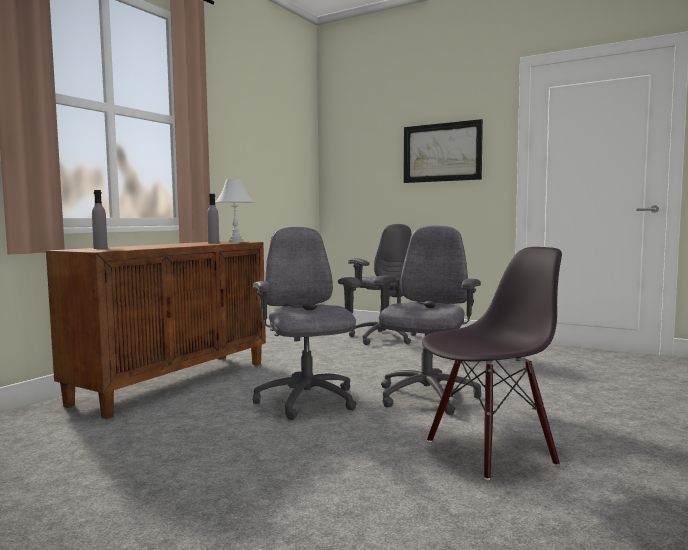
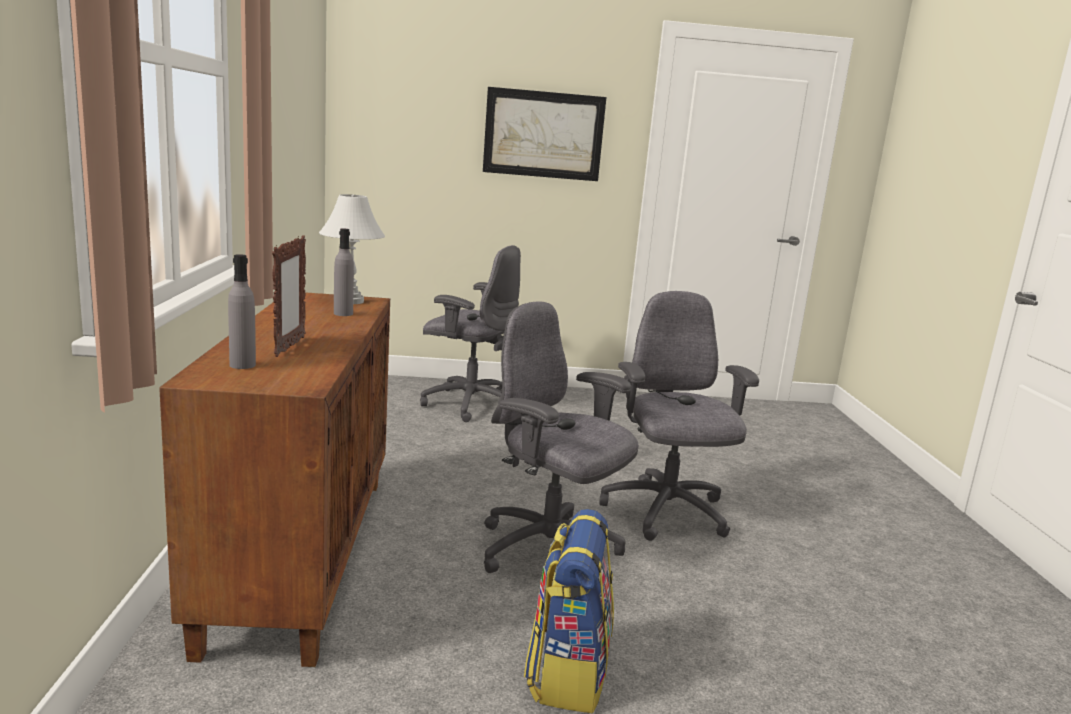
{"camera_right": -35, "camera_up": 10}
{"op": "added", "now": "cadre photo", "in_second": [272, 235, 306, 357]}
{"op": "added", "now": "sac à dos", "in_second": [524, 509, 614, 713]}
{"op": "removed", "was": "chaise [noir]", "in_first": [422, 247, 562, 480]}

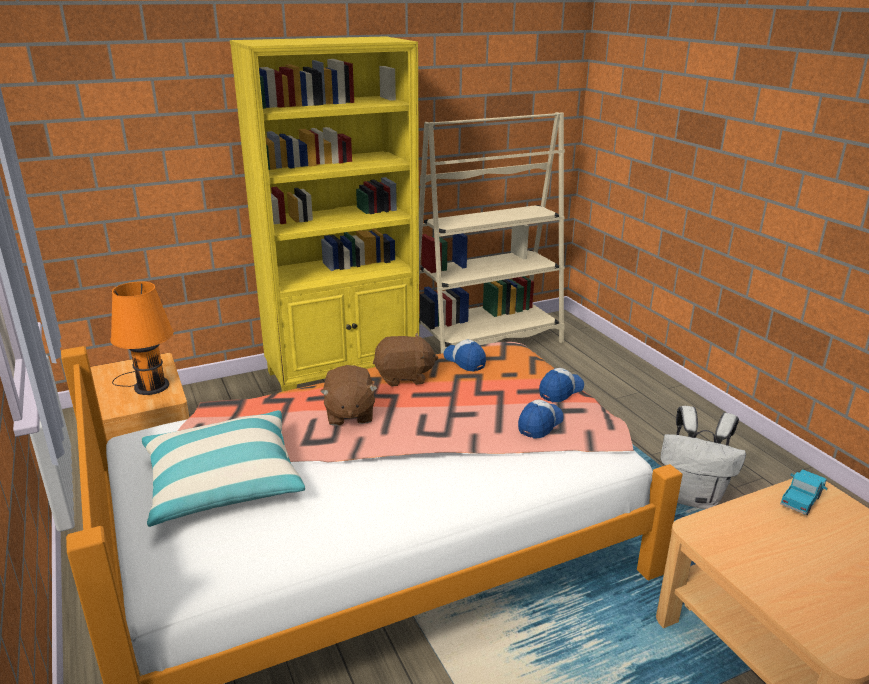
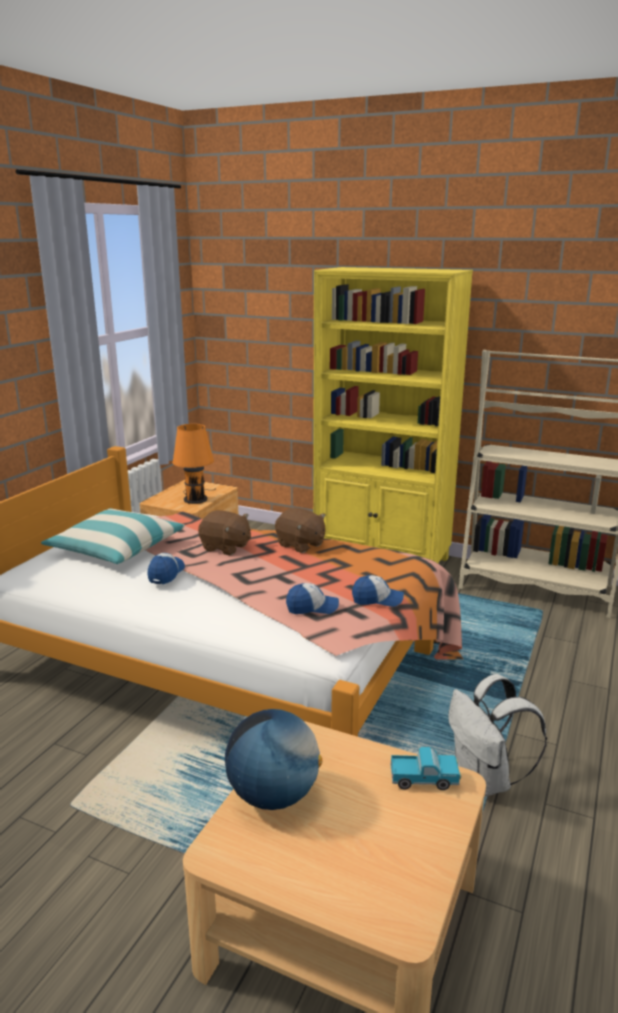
{"camera_right": 50, "camera_up": -5}
{"op": "moved", "was": "casquette", "in_first": [444, 339, 486, 372], "in_second": [147, 553, 185, 584]}
{"op": "turned", "was": "peluche [marron]", "in_first": [320, 365, 377, 426], "in_second": [198, 510, 251, 555], "clockwise": -105}
{"op": "added", "now": "globe", "in_second": [225, 709, 322, 810]}

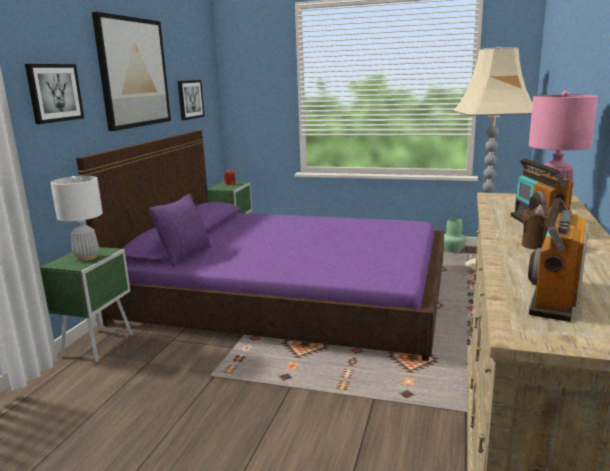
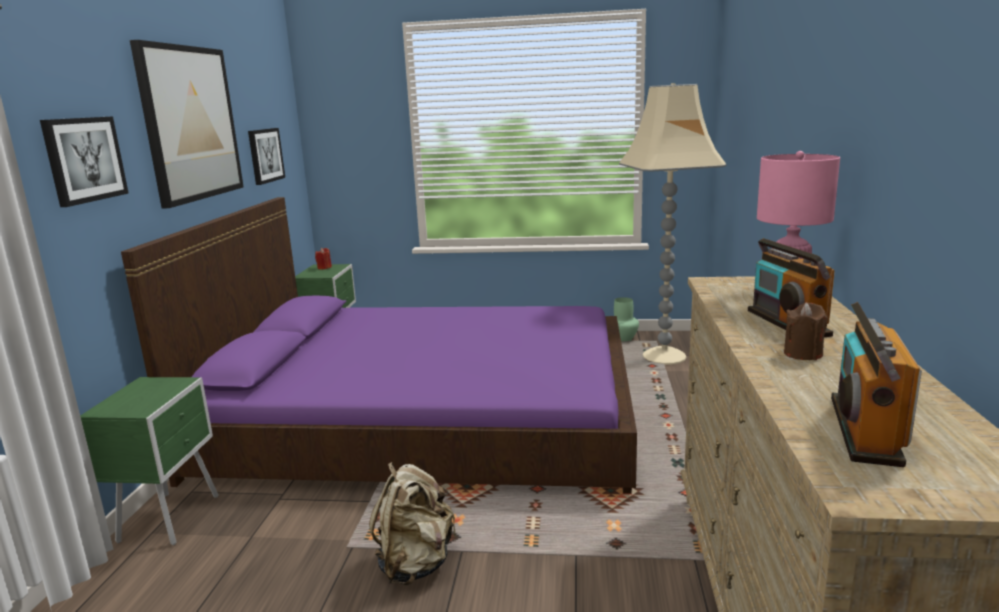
{"camera_right": -10, "camera_up": 0}
{"op": "added", "now": "sac à dos [beige]", "in_second": [369, 462, 457, 585]}
{"op": "removed", "was": "lampe de table [blanc]", "in_first": [50, 176, 103, 261]}
{"op": "removed", "was": "coussin [violet]", "in_first": [149, 194, 211, 267]}

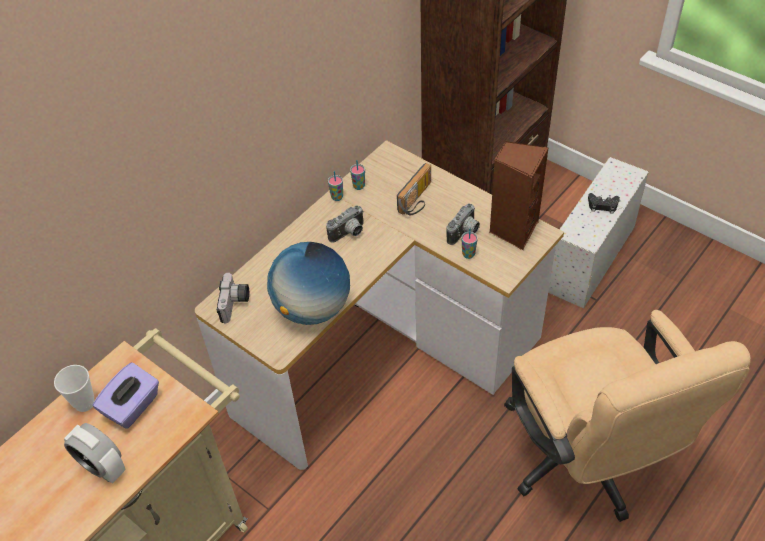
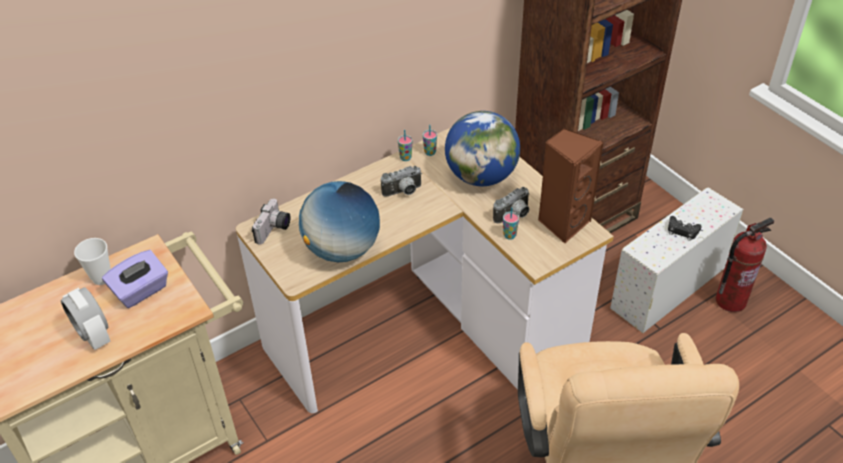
{"camera_right": 15, "camera_up": -5}
{"op": "replaced", "was": "radio", "now": "globe", "in_first": [397, 163, 431, 215], "in_second": [445, 111, 520, 186]}
{"op": "added", "now": "extincteur", "in_second": [716, 218, 774, 312]}

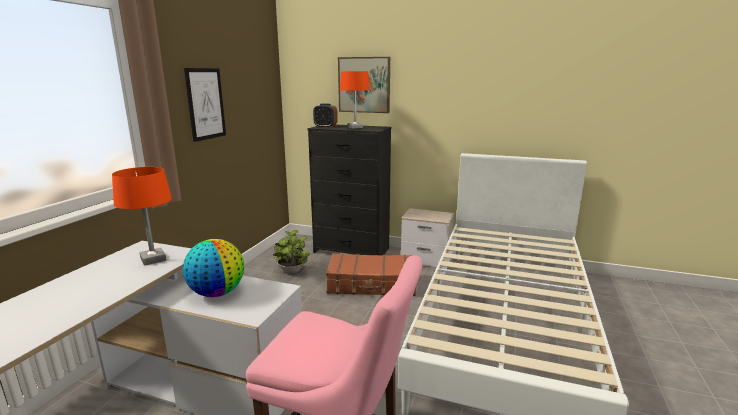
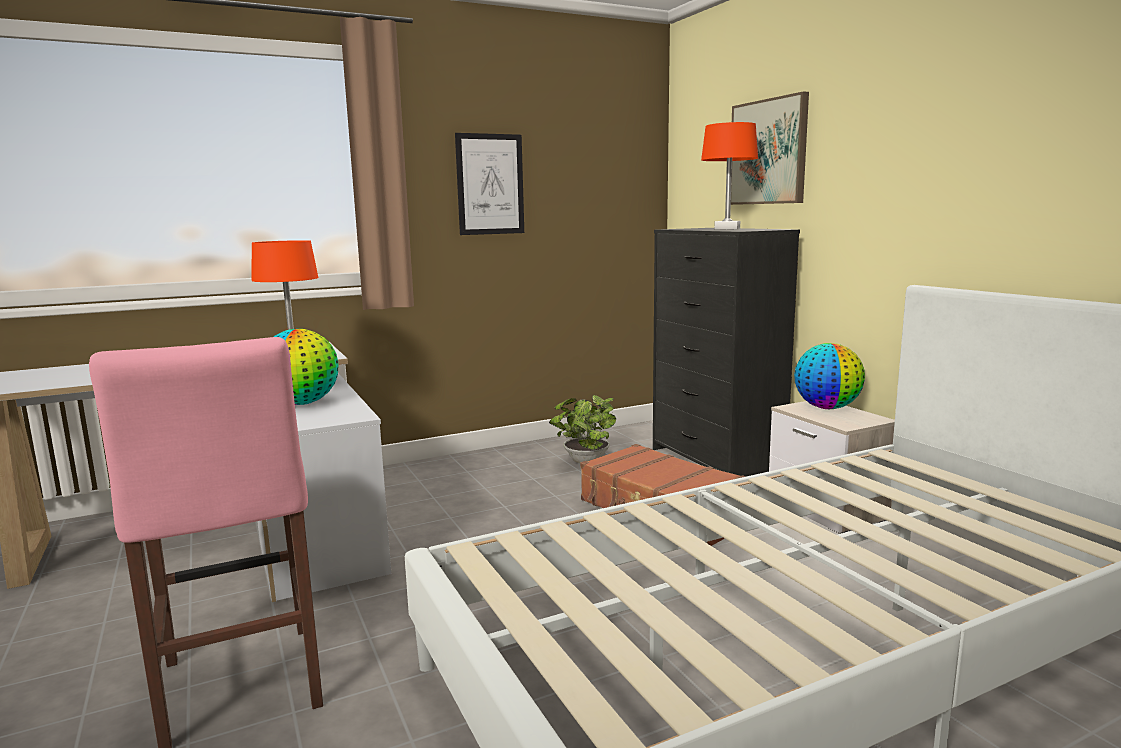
{"camera_right": 45, "camera_up": -5}
{"op": "added", "now": "globe", "in_second": [794, 343, 865, 409]}
{"op": "removed", "was": "réveil", "in_first": [313, 103, 338, 128]}

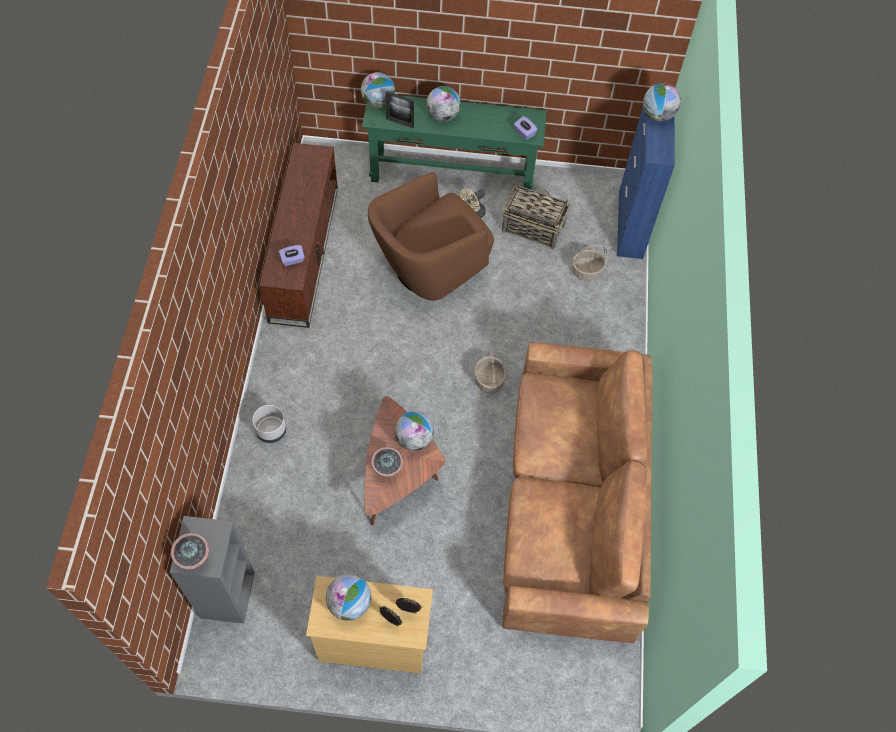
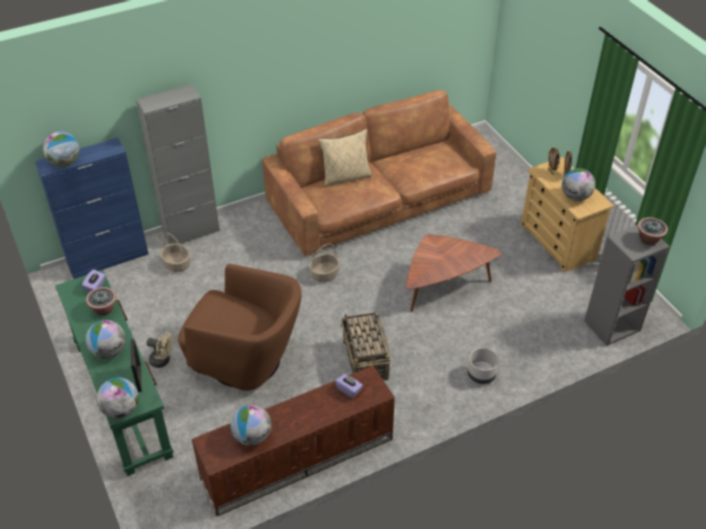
{"camera_right": -120, "camera_up": -15}
{"op": "moved", "was": "plante en pot", "in_first": [371, 447, 403, 477], "in_second": [86, 287, 116, 316]}
{"op": "added", "now": "meuble de rangement [gris]", "in_second": [136, 84, 220, 244]}
{"op": "moved", "was": "globe", "in_first": [394, 411, 434, 451], "in_second": [230, 405, 271, 446]}
{"op": "added", "now": "coussin [beige]", "in_second": [318, 129, 372, 186]}
{"op": "moved", "was": "panier", "in_first": [502, 182, 570, 250], "in_second": [341, 312, 391, 380]}

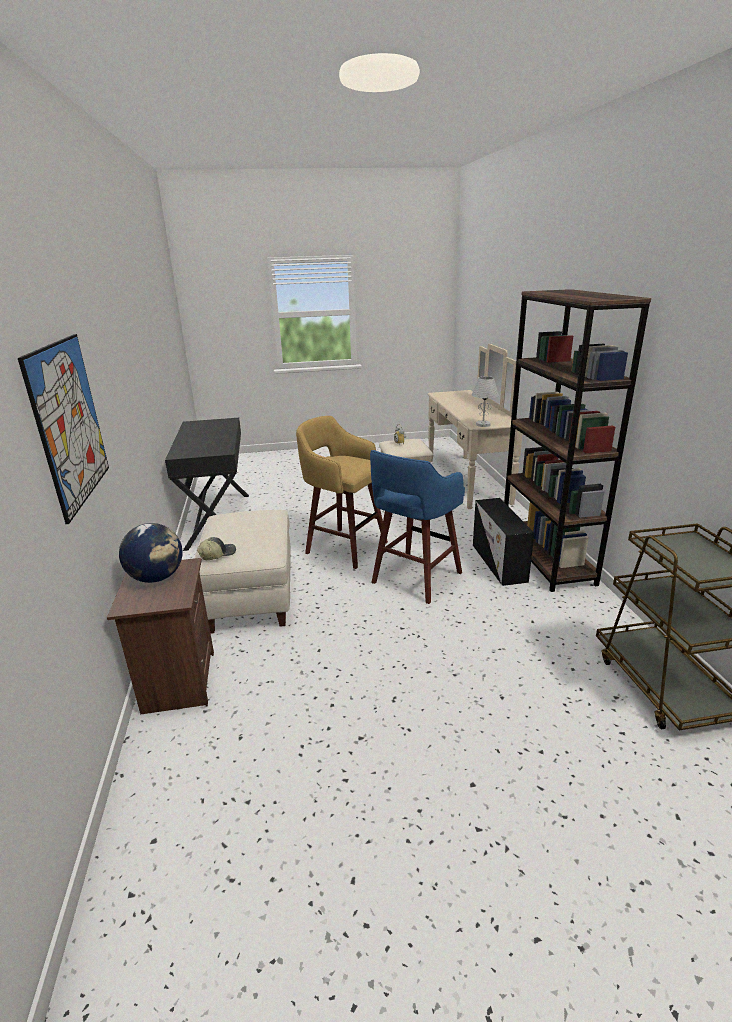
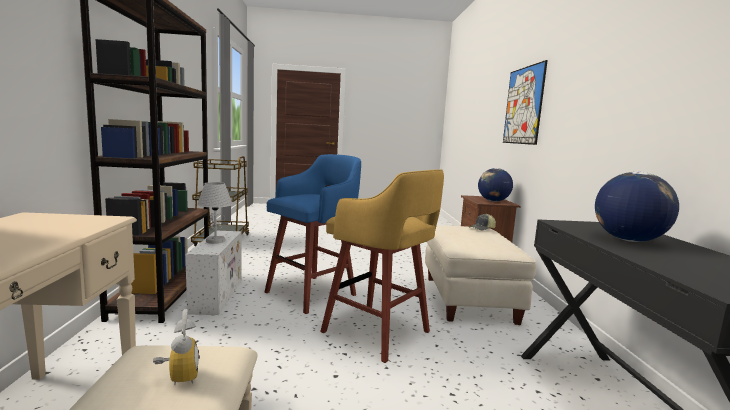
{"camera_right": -175, "camera_up": -15}
{"op": "recoloured", "was": "boîte de rangement [noir]", "now": "boîte de rangement [blanc]", "in_first": [473, 498, 534, 586], "in_second": [185, 231, 242, 315]}
{"op": "moved", "was": "lampe de table [blanc]", "in_first": [472, 376, 499, 427], "in_second": [197, 182, 233, 244]}
{"op": "added", "now": "globe", "in_second": [595, 172, 679, 242]}

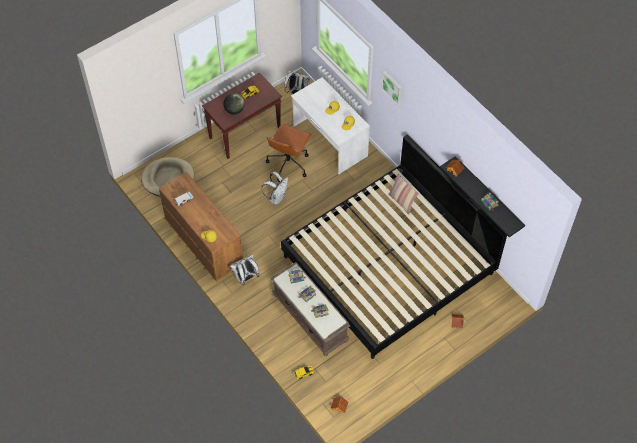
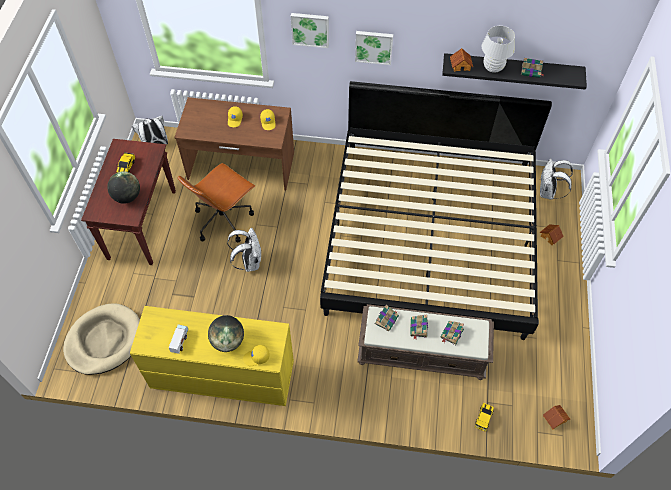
{"camera_right": -45, "camera_up": 0}
{"op": "recoloured", "was": "commode [marron]", "now": "commode [jaune]", "in_first": [159, 171, 243, 282], "in_second": [130, 306, 294, 406]}
{"op": "recoloured", "was": "bureau [blanc]", "now": "bureau [marron]", "in_first": [291, 77, 370, 174], "in_second": [174, 97, 294, 191]}
{"op": "turned", "was": "chaise de bureau [marron]", "in_first": [266, 123, 312, 182], "in_second": [178, 163, 255, 242], "clockwise": 60}
{"op": "added", "now": "globe", "in_second": [208, 315, 244, 352]}
{"op": "added", "now": "tableau", "in_second": [355, 31, 393, 65]}
{"op": "added", "now": "lampe de table [blanc]", "in_second": [482, 26, 515, 73]}
{"op": "moved", "was": "sac à dos [blanc]", "in_first": [230, 255, 259, 285], "in_second": [540, 159, 573, 200]}
{"op": "removed", "was": "coussin", "in_first": [388, 173, 419, 215]}

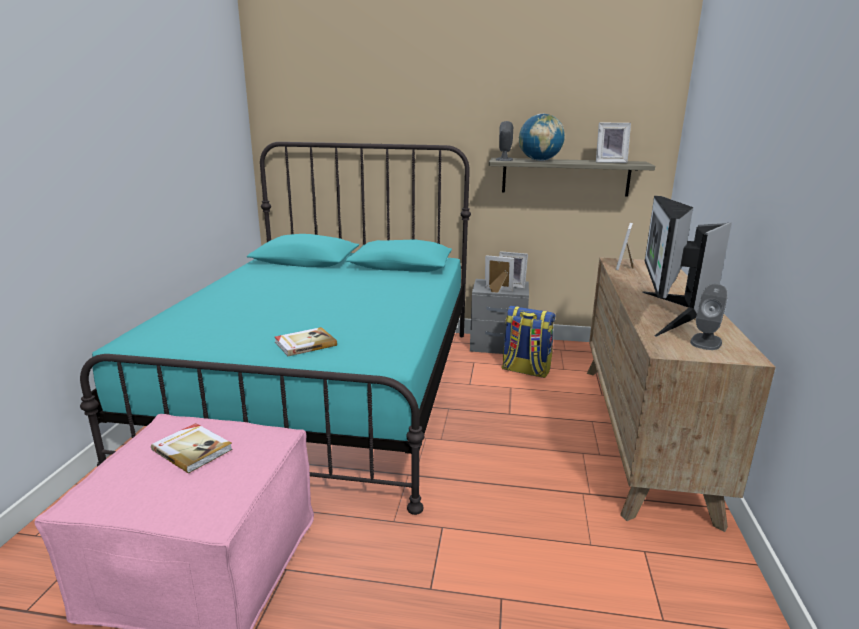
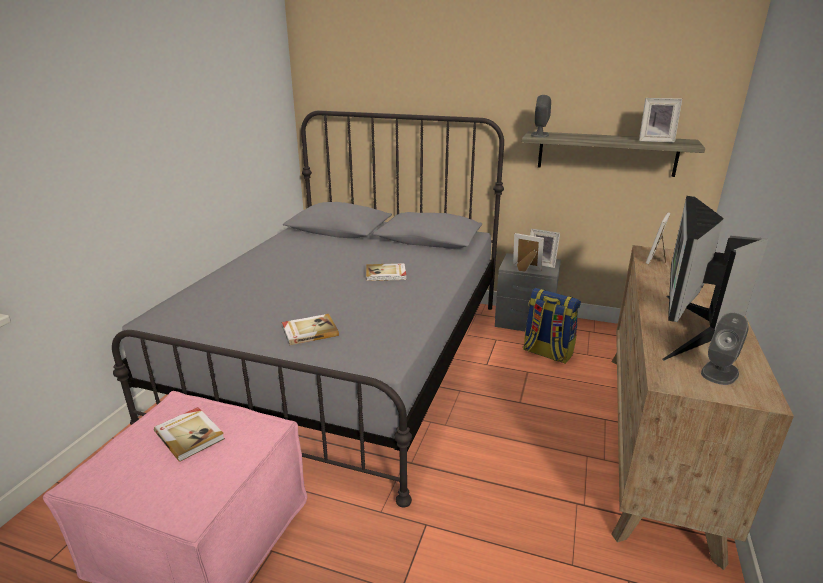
{"camera_right": 10, "camera_up": 5}
{"op": "recoloured", "was": "lit [turquoise]", "now": "lit [gris]", "in_first": [80, 142, 471, 515], "in_second": [112, 111, 504, 508]}
{"op": "added", "now": "livre", "in_second": [366, 263, 407, 281]}
{"op": "removed", "was": "globe", "in_first": [519, 114, 565, 161]}

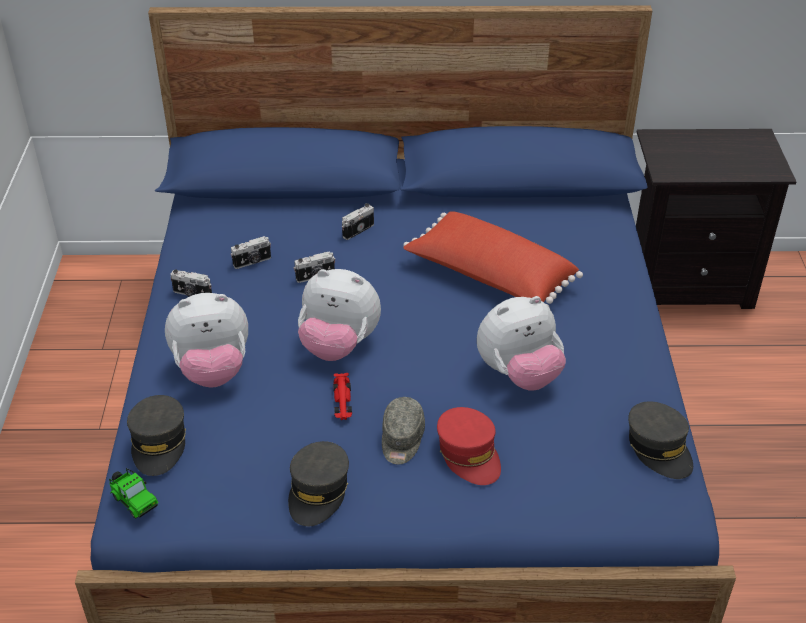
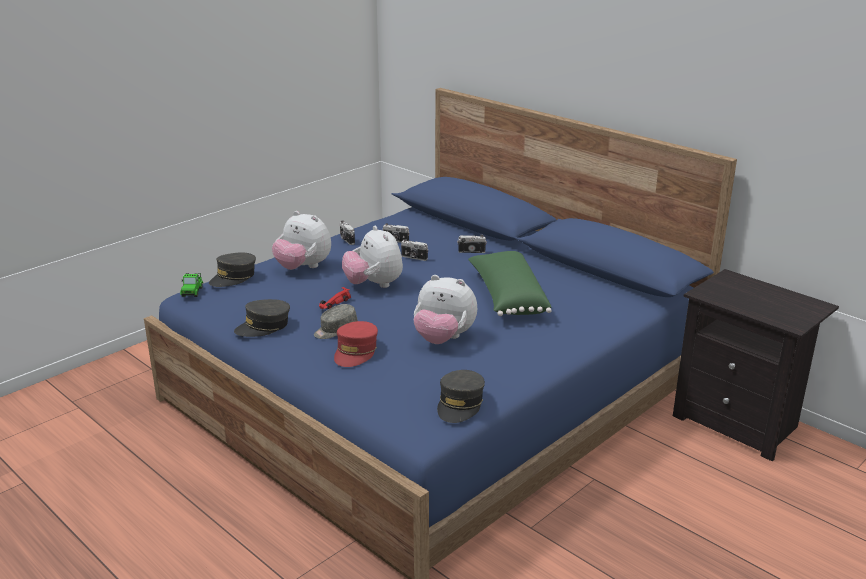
{"camera_right": 45, "camera_up": -15}
{"op": "recoloured", "was": "coussin [rouge]", "now": "coussin [vert]", "in_first": [403, 211, 583, 307], "in_second": [468, 251, 552, 316]}

